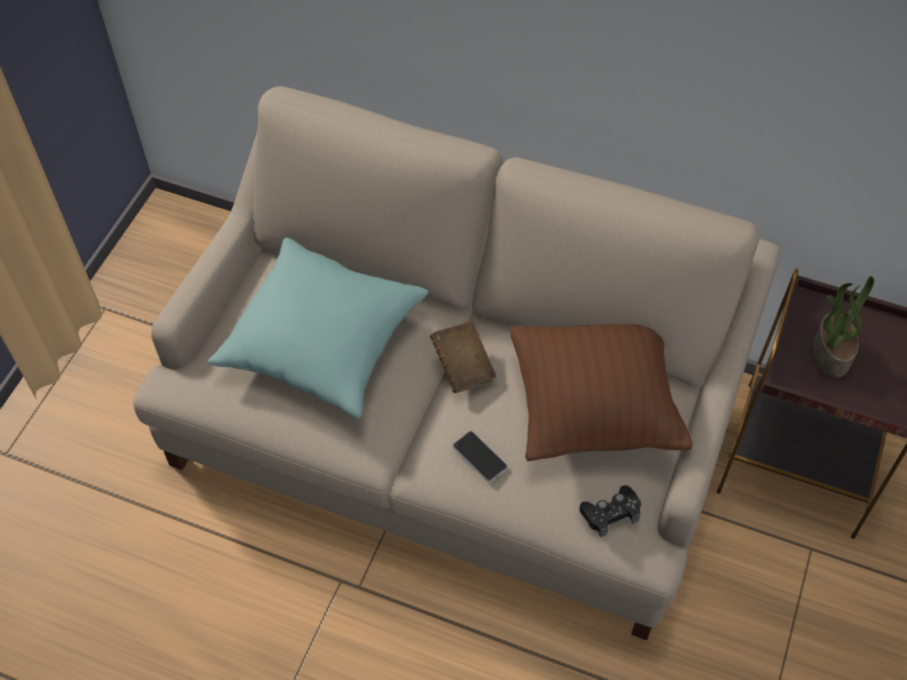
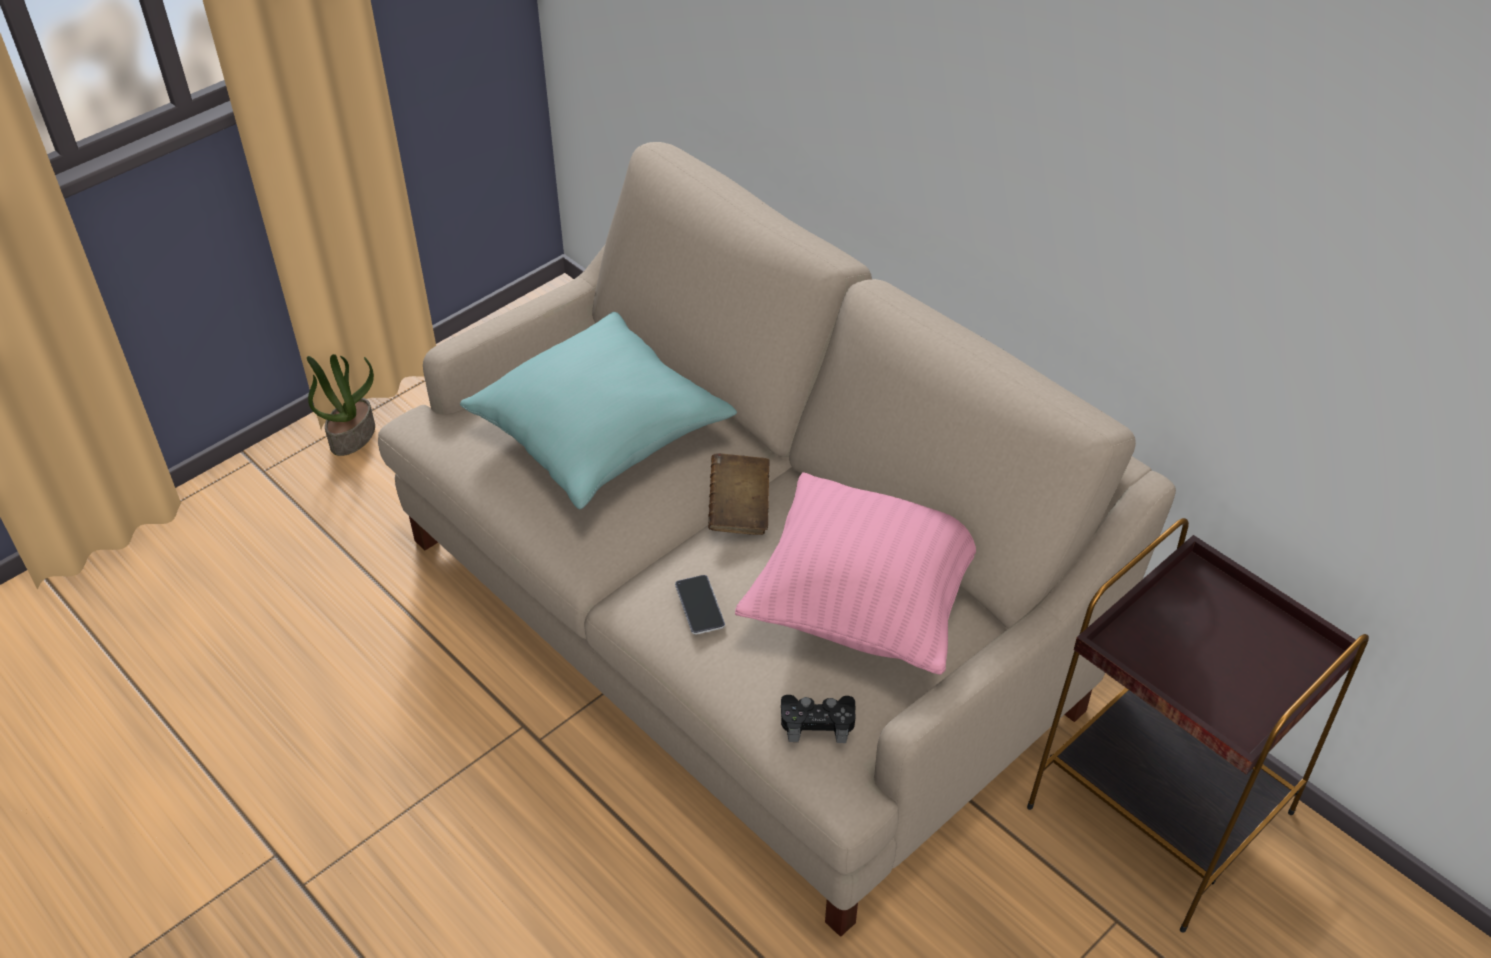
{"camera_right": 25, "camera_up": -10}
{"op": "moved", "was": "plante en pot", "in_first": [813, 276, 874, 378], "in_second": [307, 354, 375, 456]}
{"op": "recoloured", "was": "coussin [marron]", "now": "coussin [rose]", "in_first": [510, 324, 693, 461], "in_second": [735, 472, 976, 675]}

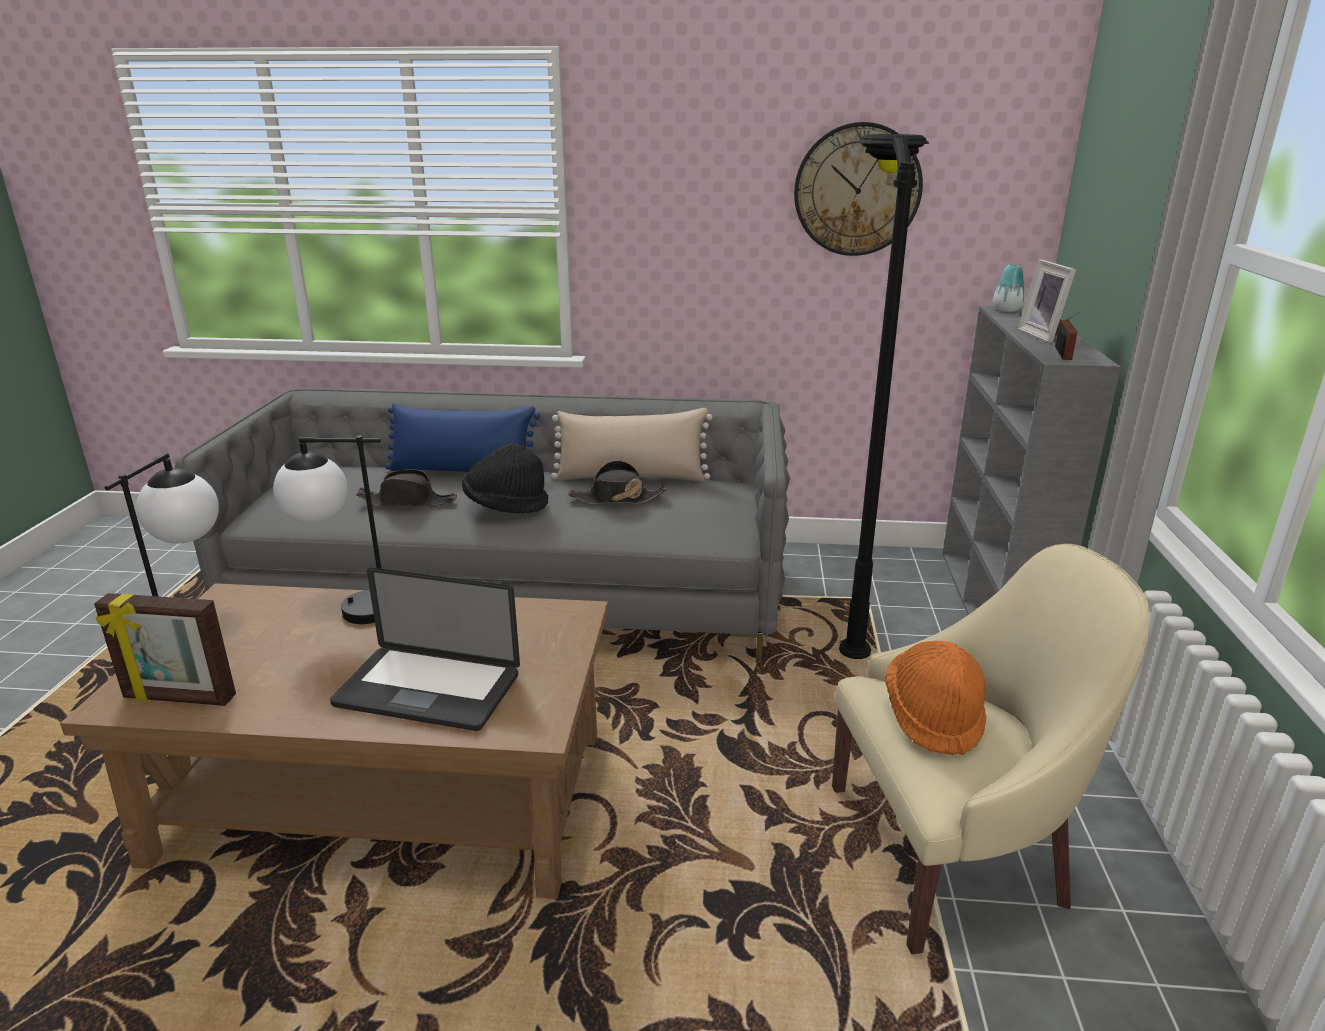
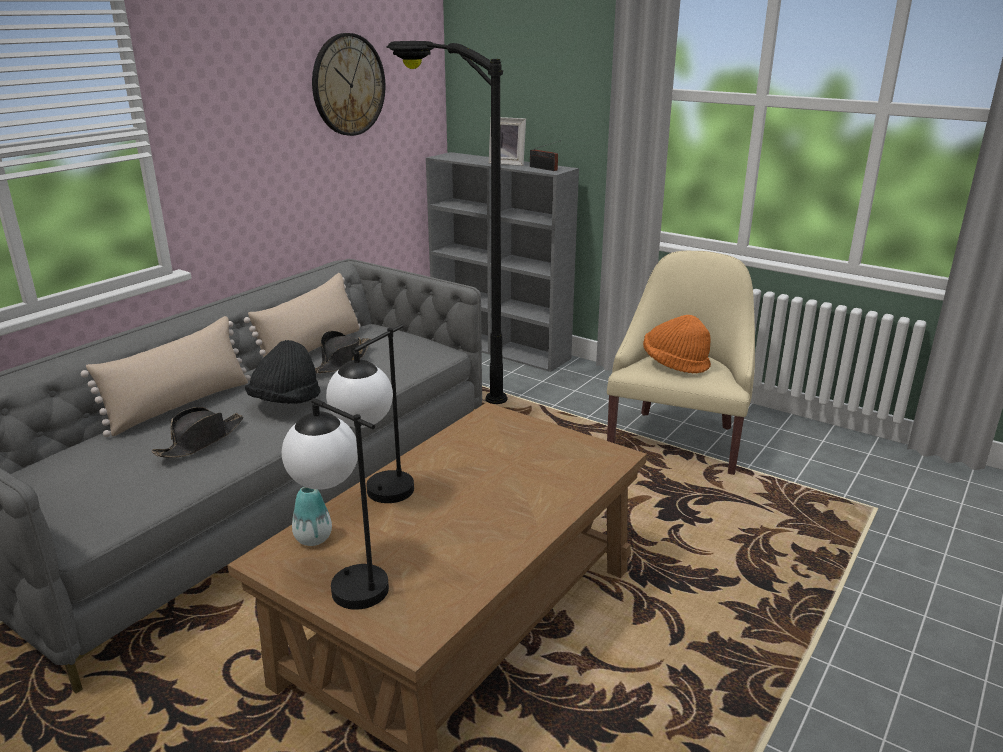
{"camera_right": -60, "camera_up": 0}
{"op": "recoloured", "was": "coussin [bleu]", "now": "coussin [beige]", "in_first": [385, 403, 540, 472], "in_second": [81, 316, 251, 437]}
{"op": "moved", "was": "vase", "in_first": [993, 264, 1025, 312], "in_second": [292, 487, 332, 546]}
{"op": "removed", "was": "cadre photo", "in_first": [94, 593, 236, 706]}
{"op": "removed", "was": "ordinateur portable", "in_first": [330, 568, 520, 731]}

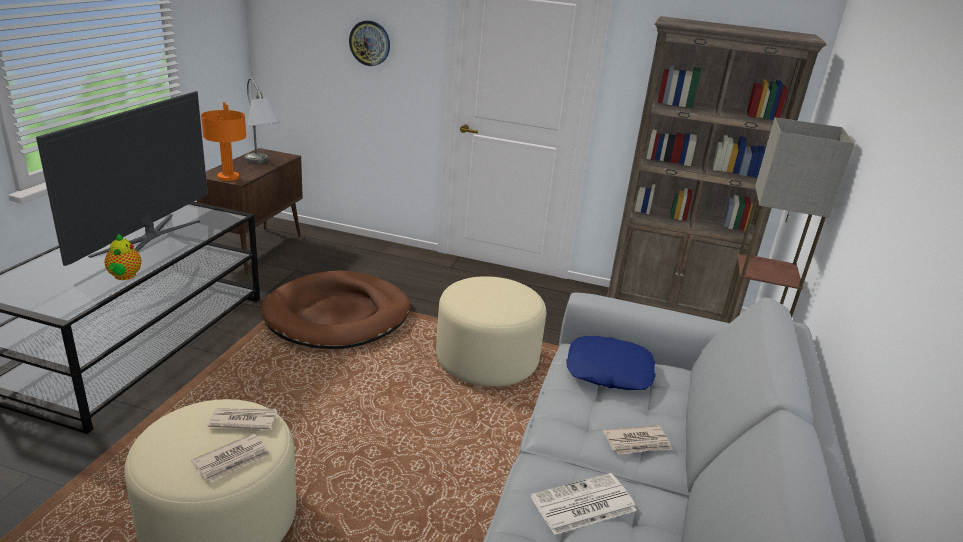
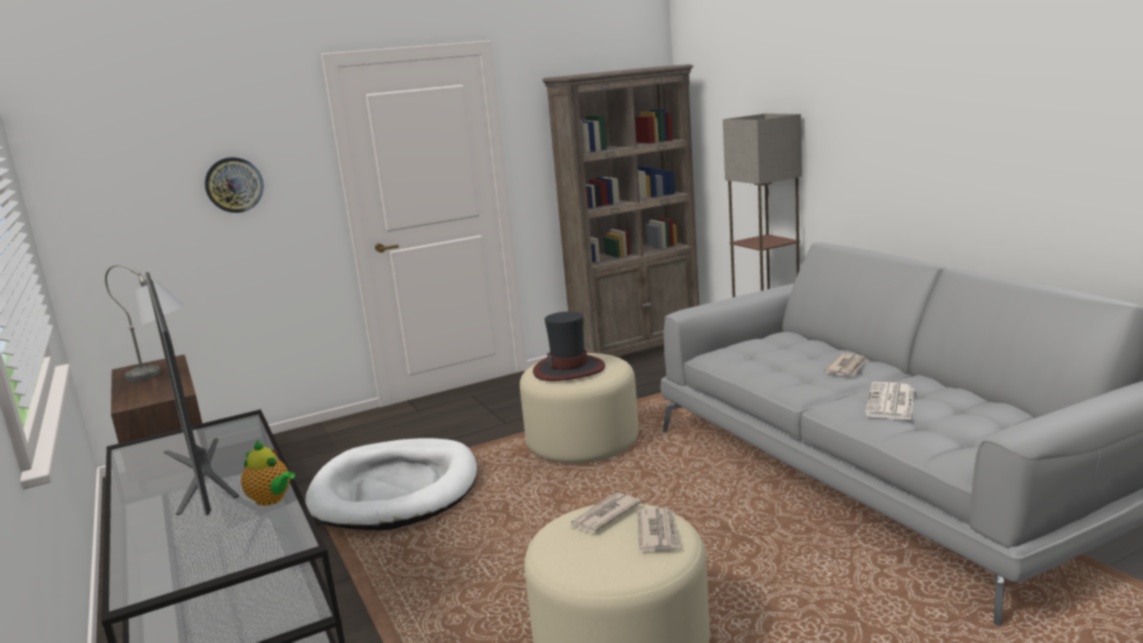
{"camera_right": -40, "camera_up": -10}
{"op": "recoloured", "was": "panier pour chien [marron]", "now": "panier pour chien [blanc]", "in_first": [261, 271, 410, 349], "in_second": [305, 438, 477, 531]}
{"op": "added", "now": "chapeau", "in_second": [533, 311, 605, 381]}
{"op": "removed", "was": "lampe de table [orange]", "in_first": [201, 102, 247, 181]}
{"op": "removed", "was": "coussin [bleu]", "in_first": [566, 336, 656, 390]}

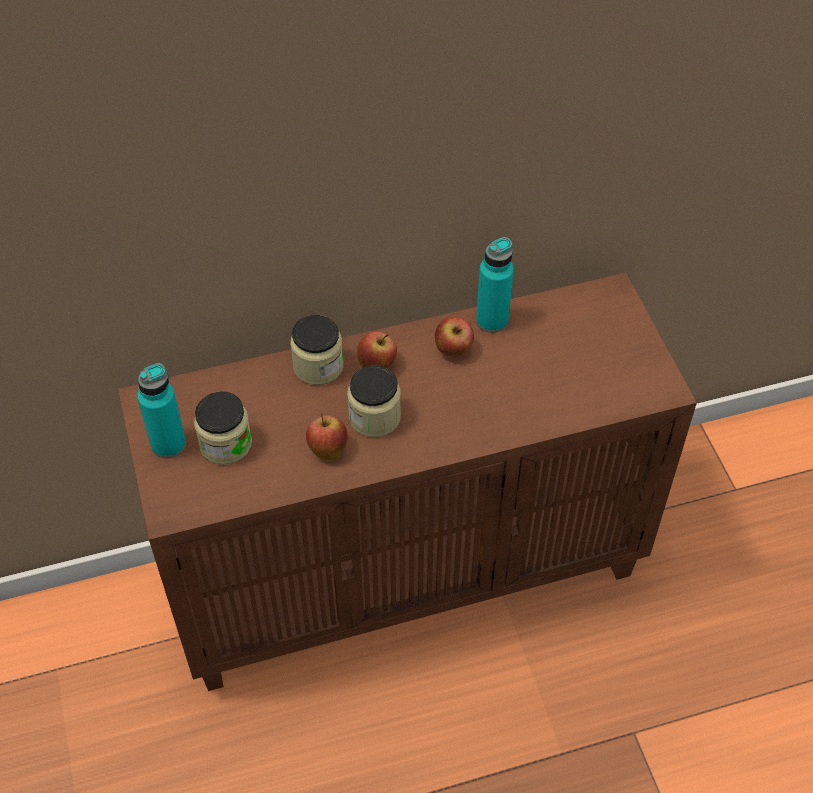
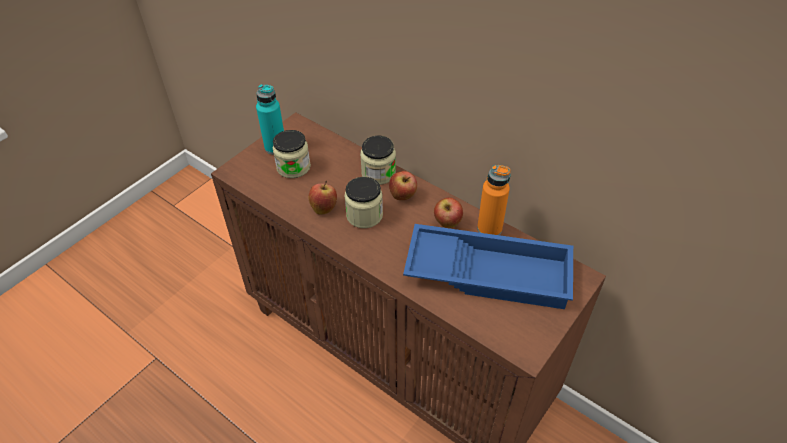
{"camera_right": 55, "camera_up": -5}
{"op": "added", "now": "plateau [bleu]", "in_second": [403, 224, 573, 309]}
{"op": "recoloured", "was": "bouteille [turquoise]", "now": "bouteille [orange]", "in_first": [476, 237, 514, 333], "in_second": [477, 165, 511, 235]}

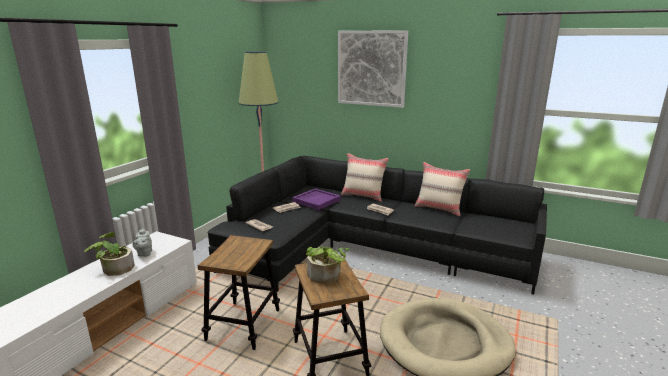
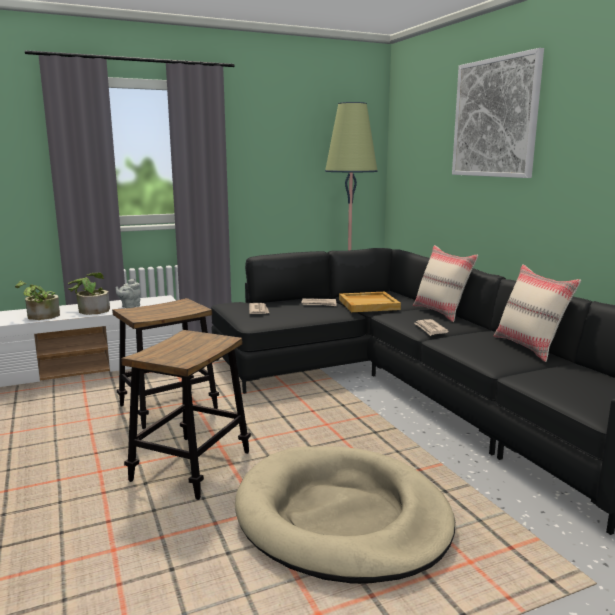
{"camera_right": 40, "camera_up": -5}
{"op": "moved", "was": "plante en pot", "in_first": [306, 246, 349, 284], "in_second": [15, 281, 60, 320]}
{"op": "recoloured", "was": "plateau [violet]", "now": "plateau [beige]", "in_first": [292, 188, 341, 210], "in_second": [339, 292, 401, 312]}

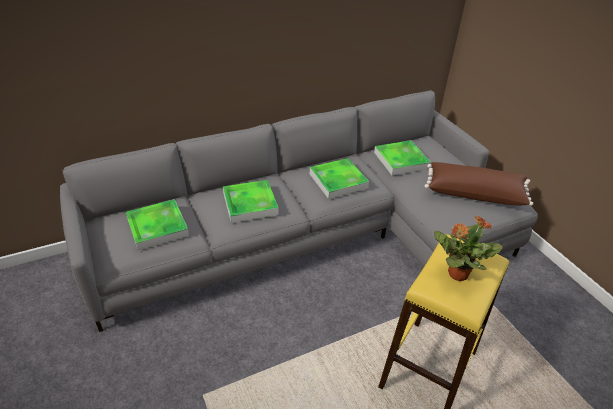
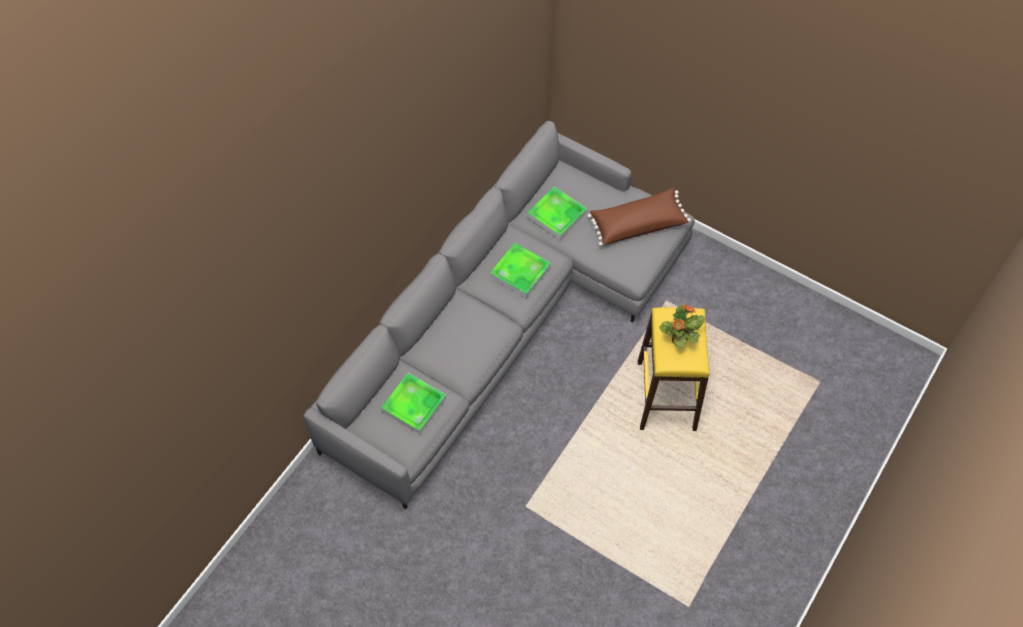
{"camera_right": -30, "camera_up": 20}
{"op": "removed", "was": "plateau", "in_first": [223, 180, 278, 223]}

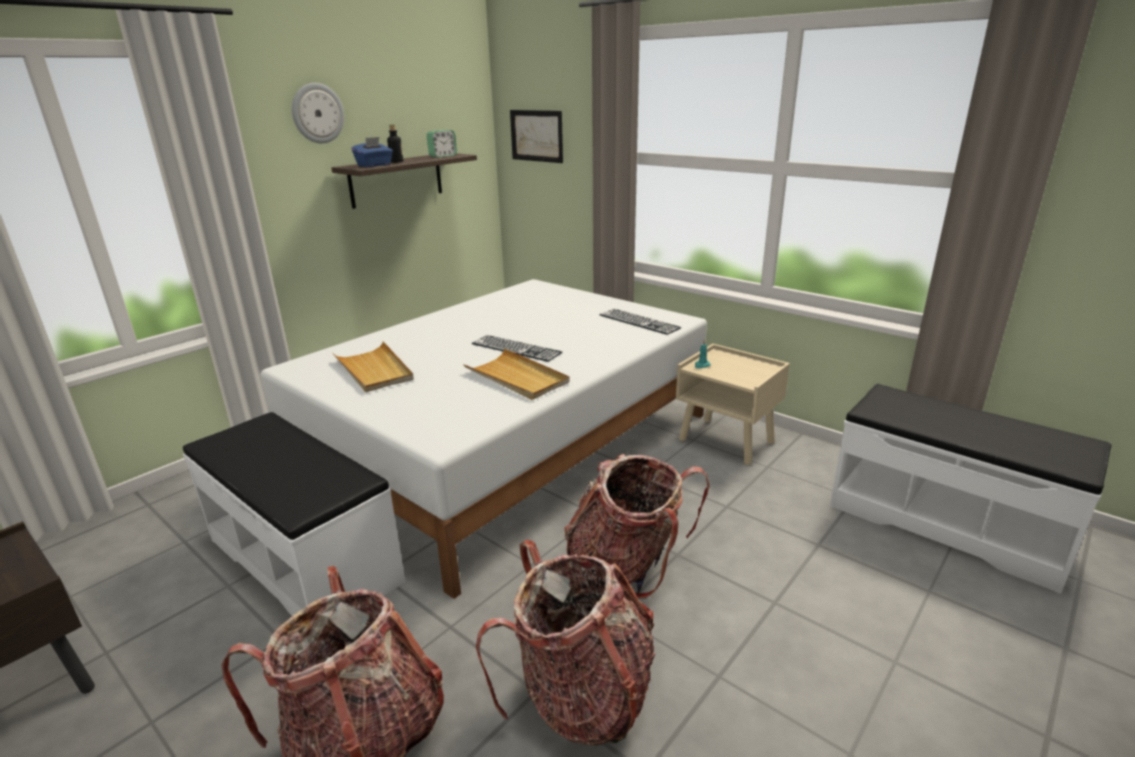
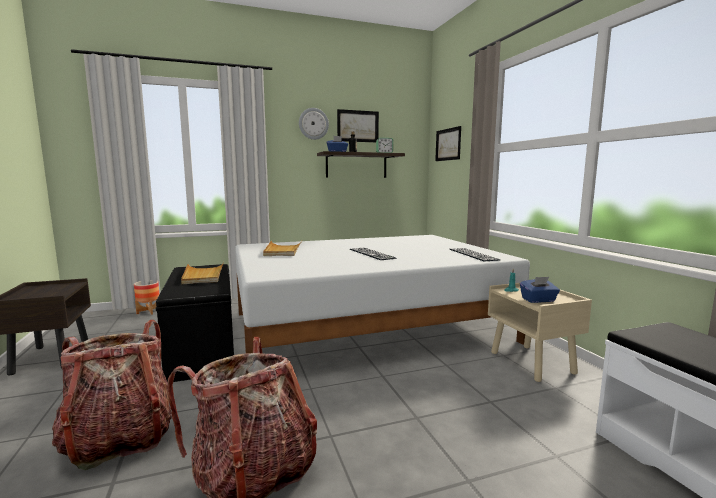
{"camera_right": 30, "camera_up": -15}
{"op": "added", "now": "cache-pot", "in_second": [134, 280, 159, 315]}
{"op": "recoloured", "was": "banc [blanc]", "now": "banc [noir]", "in_first": [183, 412, 405, 616], "in_second": [156, 264, 234, 382]}
{"op": "moved", "was": "plateau [beige]", "in_first": [463, 348, 570, 400], "in_second": [181, 262, 224, 284]}
{"op": "added", "now": "tableau", "in_second": [337, 109, 379, 142]}
{"op": "added", "now": "boîte à mouchoirs [bleu]", "in_second": [520, 277, 560, 303]}
{"op": "removed", "was": "sac à dos", "in_first": [564, 454, 710, 599]}

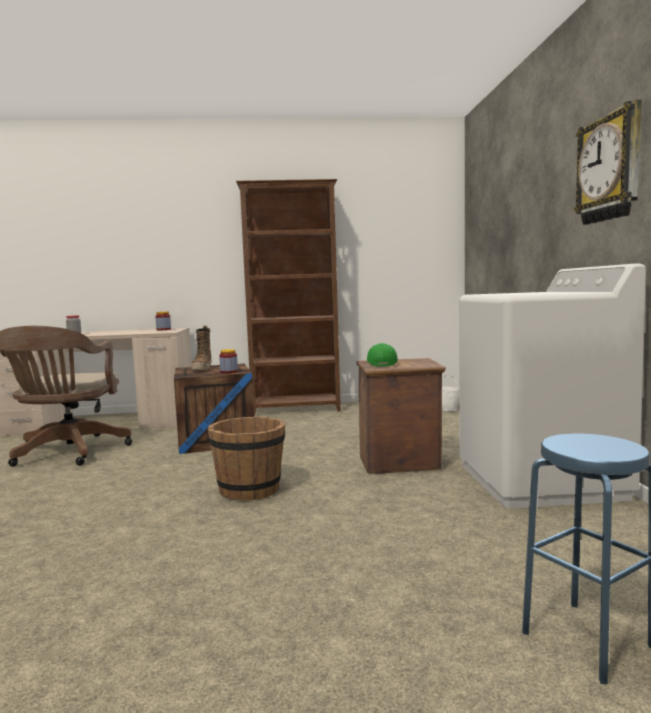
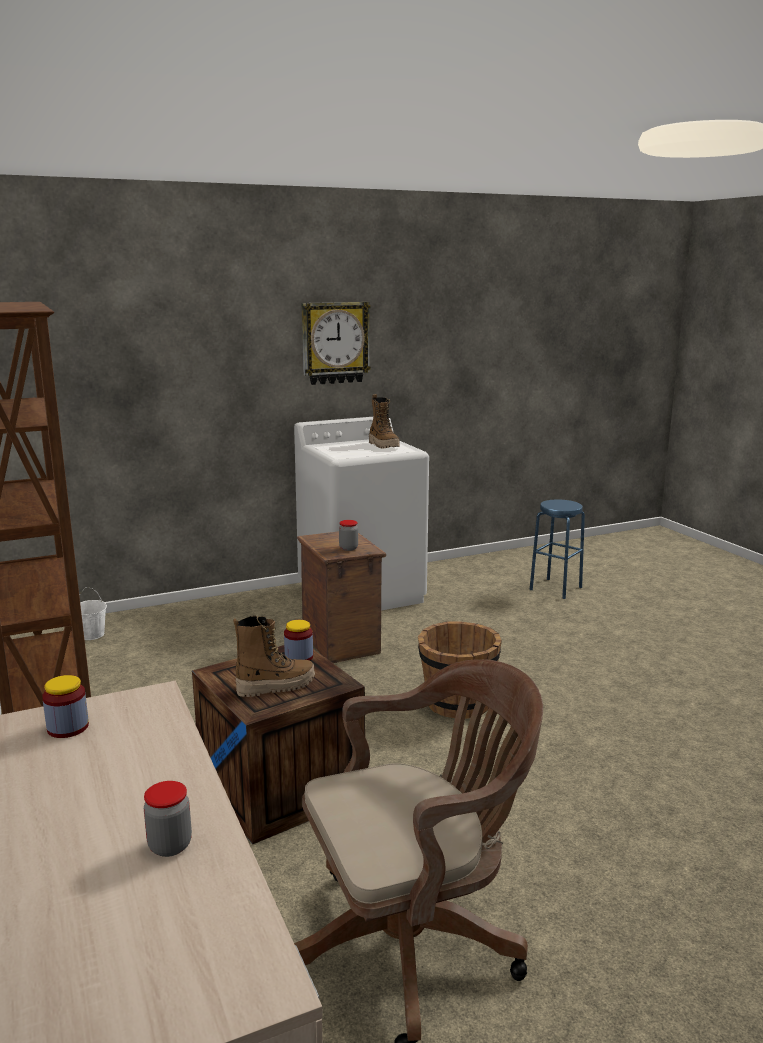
{"camera_right": -110, "camera_up": 10}
{"op": "replaced", "was": "casquette [vert]", "now": "bocal", "in_first": [367, 343, 398, 367], "in_second": [339, 520, 358, 551]}
{"op": "added", "now": "botte", "in_second": [369, 394, 400, 449]}

